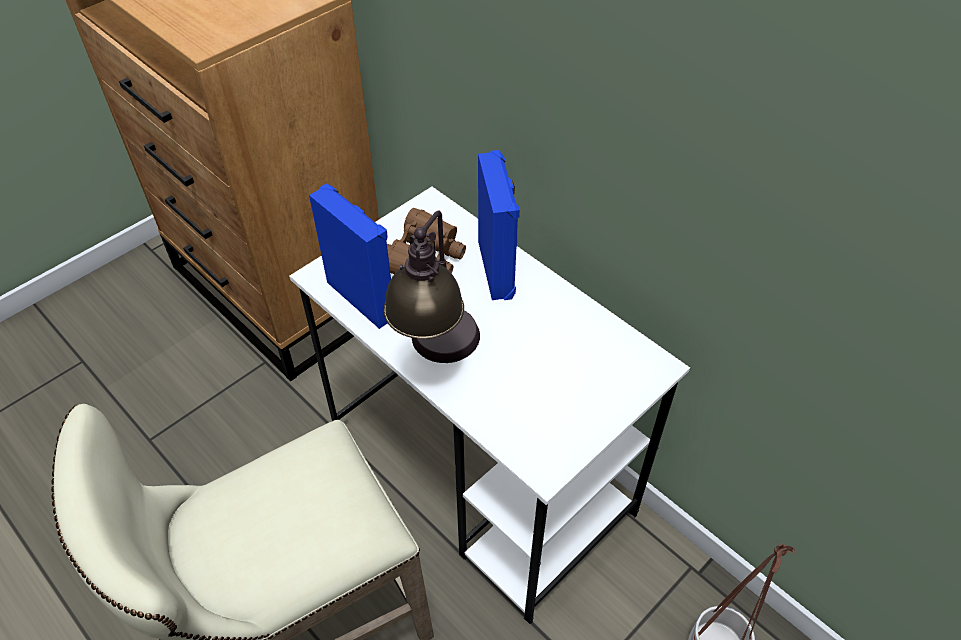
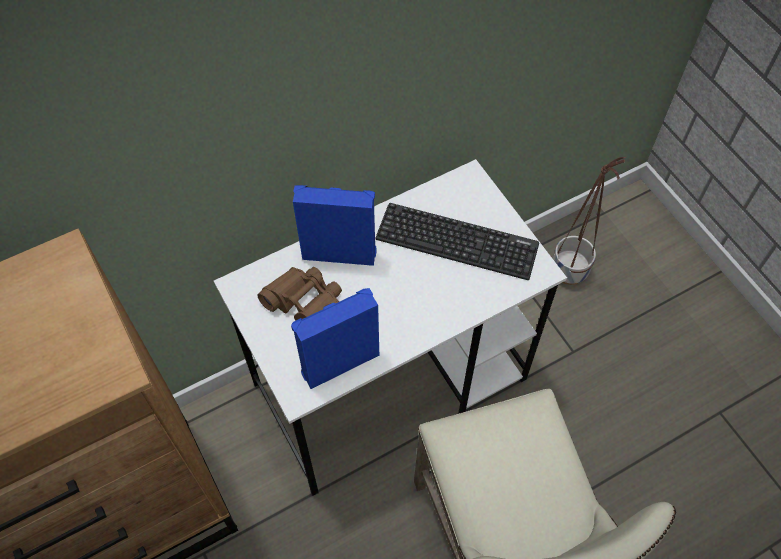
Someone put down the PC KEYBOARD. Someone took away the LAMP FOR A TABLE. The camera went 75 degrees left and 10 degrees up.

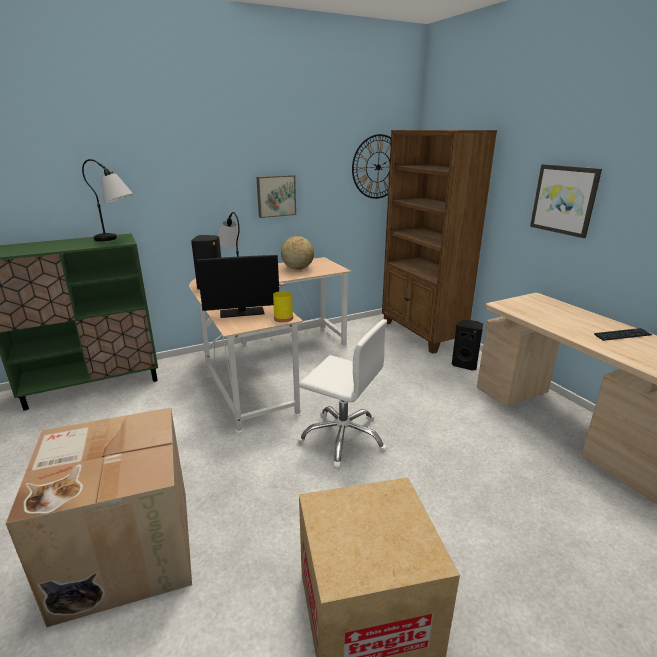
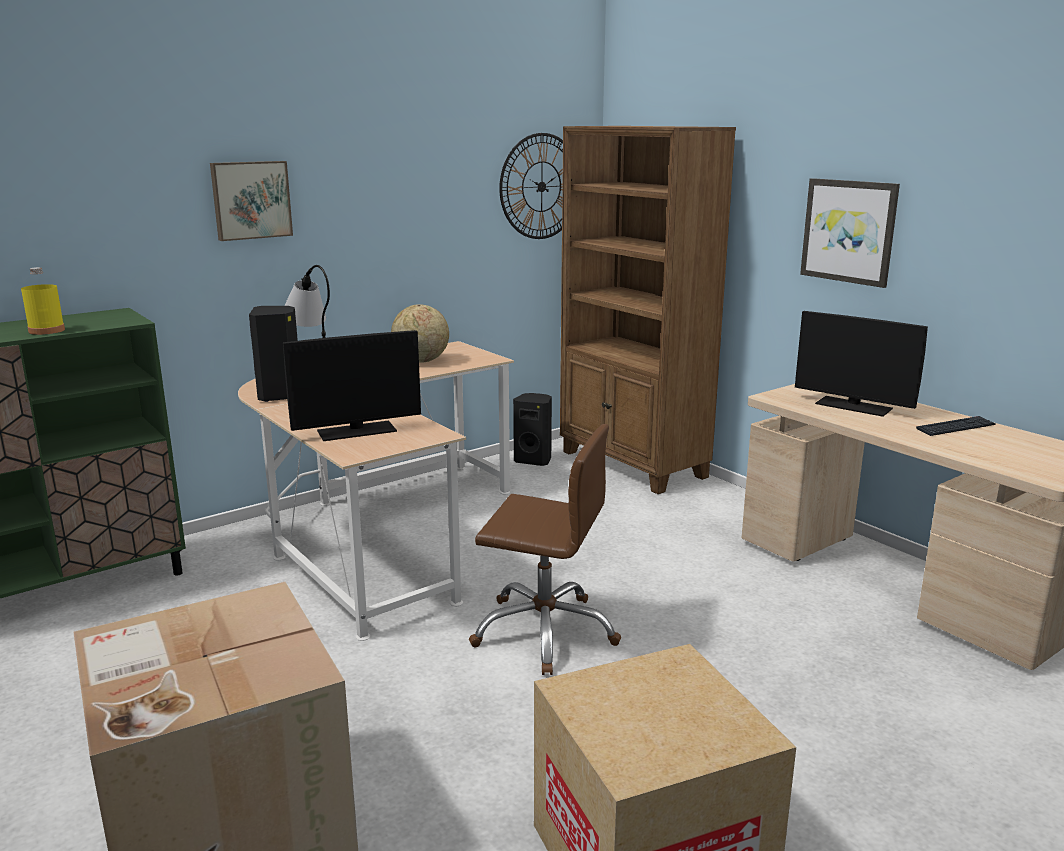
Someone carried the YELLOW-COLOURED BEVERAGE BOTTLE. Someone carried the WALL ART (no. 1 from left). Someone repainted the WHITE DESK CHAIR, which became the BROWN-COLOURED DESK CHAIR. Someone carried the BLACK-COLOURED LOUDSPEAKER (no. 2 from left). Someone put down the COMPUTER SCREEN (no. 2 from left). Someone took away the LAMP FOR A TABLE (no. 1 from left). The camera went 10 degrees left and 5 degrees down.

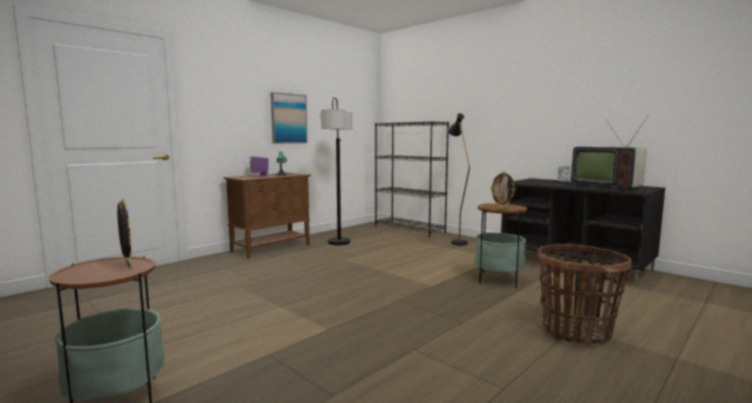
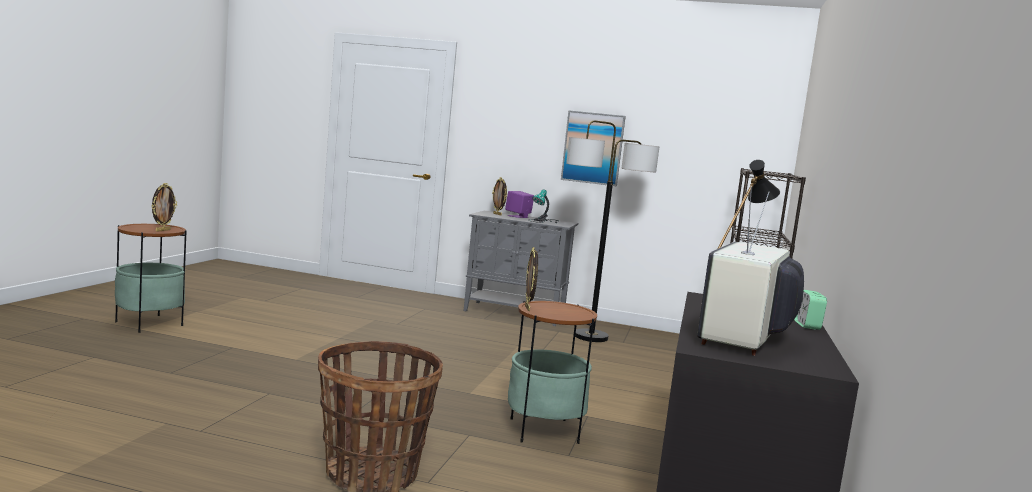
Someone repainted the BROWN-COLOURED CUPBOARD, which became the GREYISH CUPBOARD. Someone put down the PHOTO FRAME (no. 2 from left). The camera went 60 degrees right and 0 degrees up.

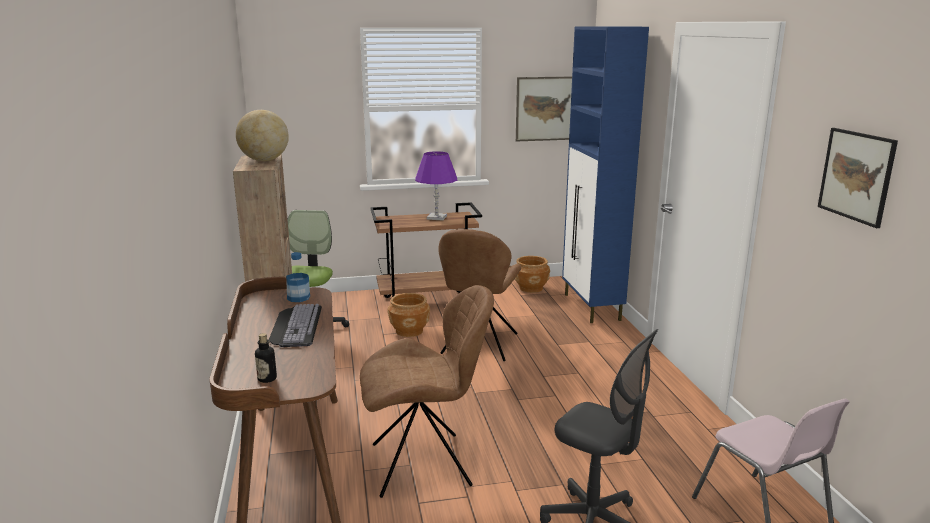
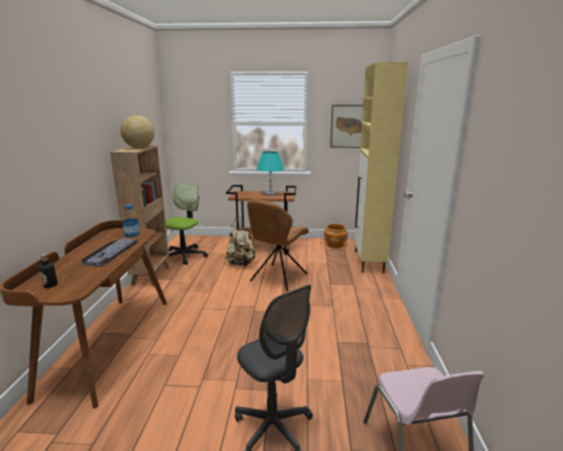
Someone swapped the BROWN-COLOURED PLANT POT (no. 1 from left) for the SAND-COLOURED BACKPACK. Someone repainted the PURPLE-COLOURED LAMP FOR A TABLE, which became the TURQUOISE LAMP FOR A TABLE. Someone repainted the BLUISH CUPBOARD, which became the SAND-COLOURED CUPBOARD. Someone took away the BROWN-COLOURED PLAIN CHAIR (no. 1 from left). Someone took away the WALL ART (no. 2 from left). The camera went 15 degrees right and 0 degrees up.

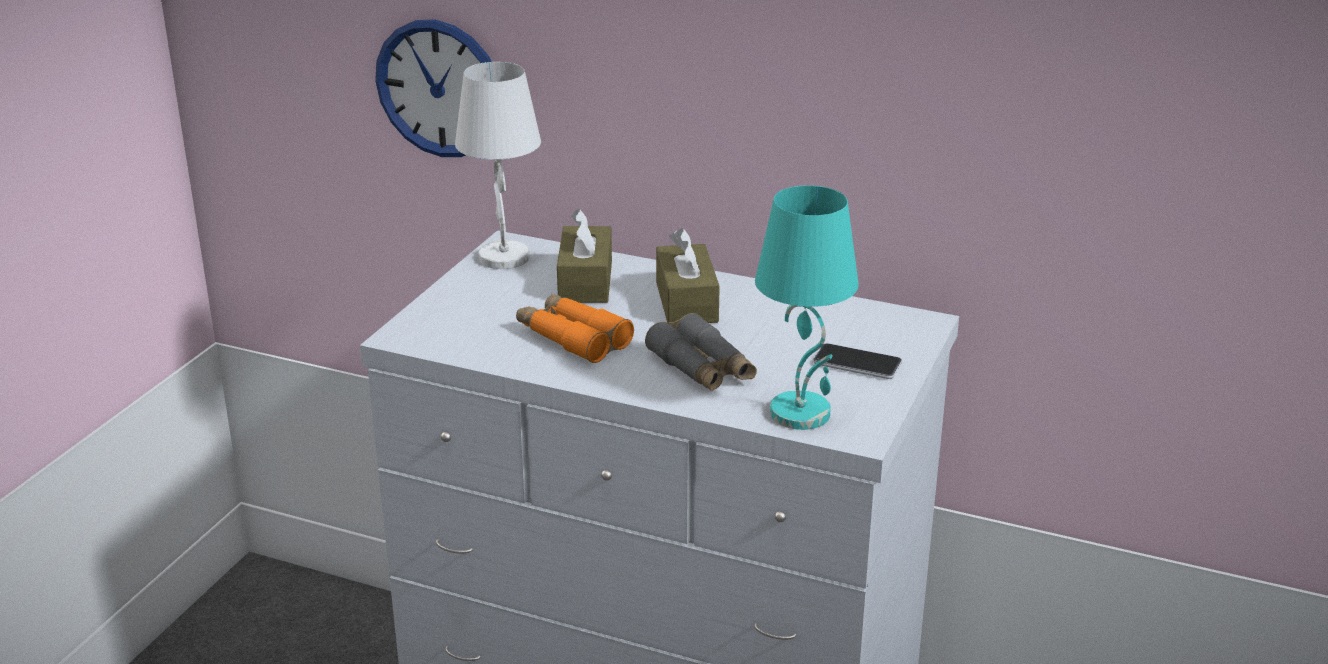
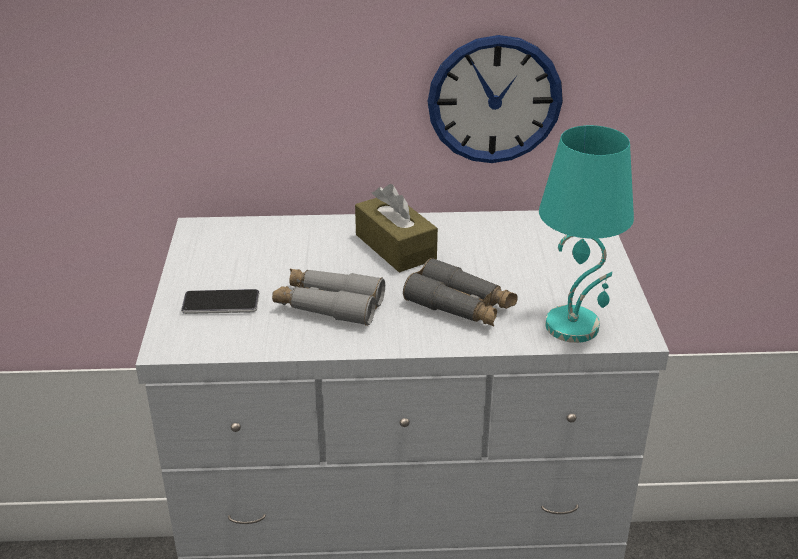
Someone carried the PHONE. Someone repainted the ORANGE-COLOURED BINOCULARS, which became the GREYISH BINOCULARS (no. 1 from left). Someone carried the WALL CLOCK. Someone took away the WHITE LAMP FOR A TABLE. Someone took away the BROWN-COLOURED TISSUE BOX (no. 1 from left). The camera went 25 degrees left and 5 degrees up.

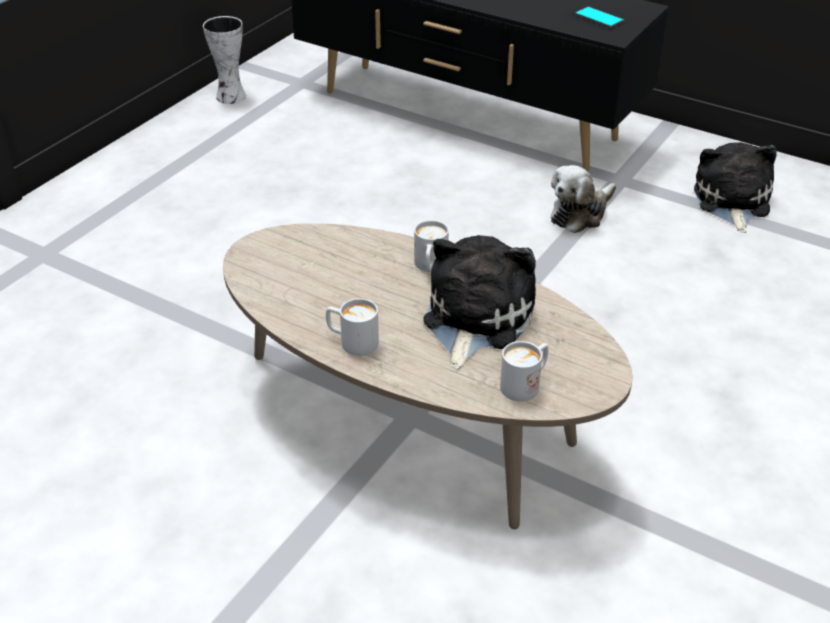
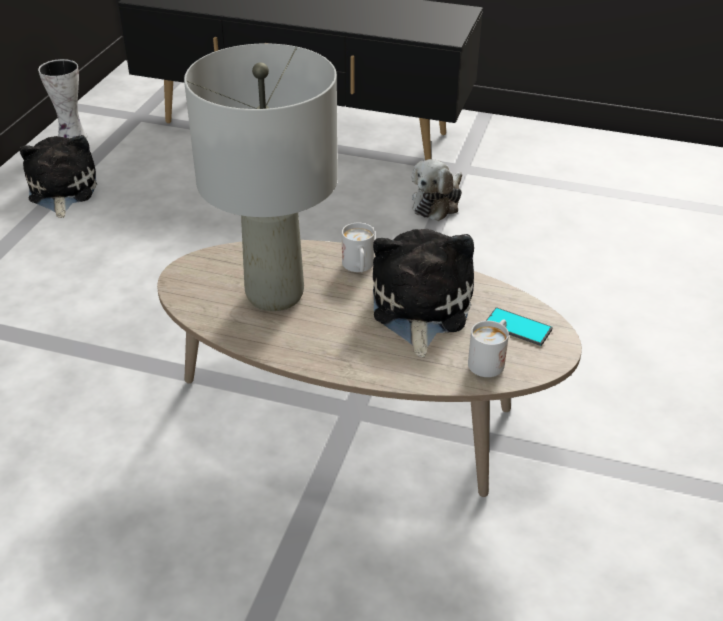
Someone carried the CUDDLY TOY (no. 3 from left in the first image). Someone put down the GREYISH LAMP FOR A TABLE. Someone carried the PHONE. Someone took away the WHITE MUG (no. 1 from left). The camera went 15 degrees left and 0 degrees up.

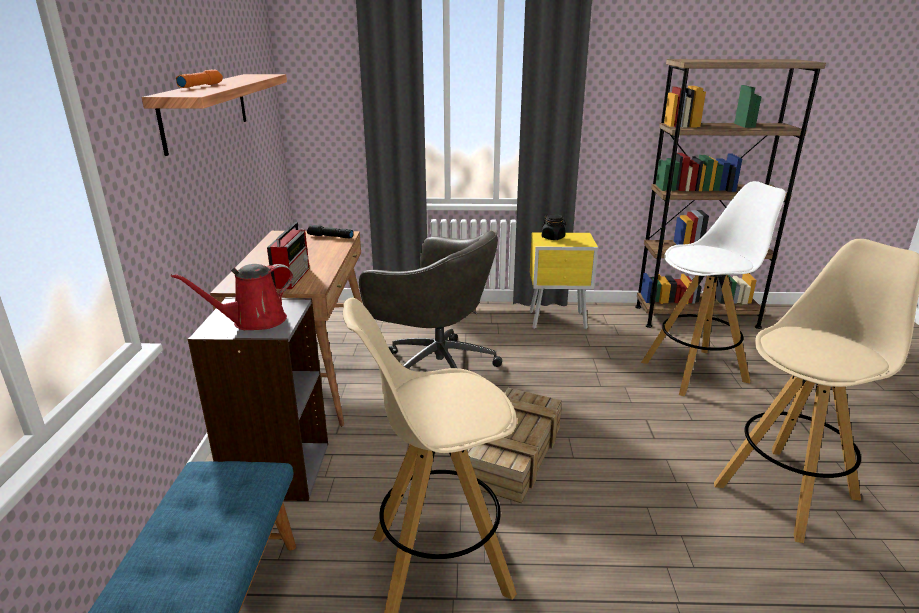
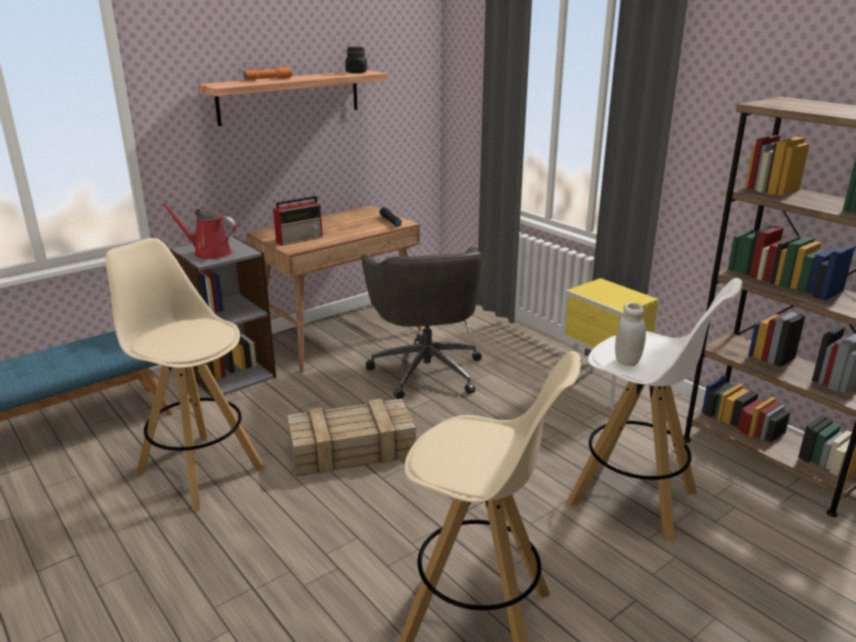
Someone carried the BLACK-COLOURED STORAGE JAR. Someone put down the WHITE STORAGE JAR. The camera went 50 degrees right and 0 degrees up.

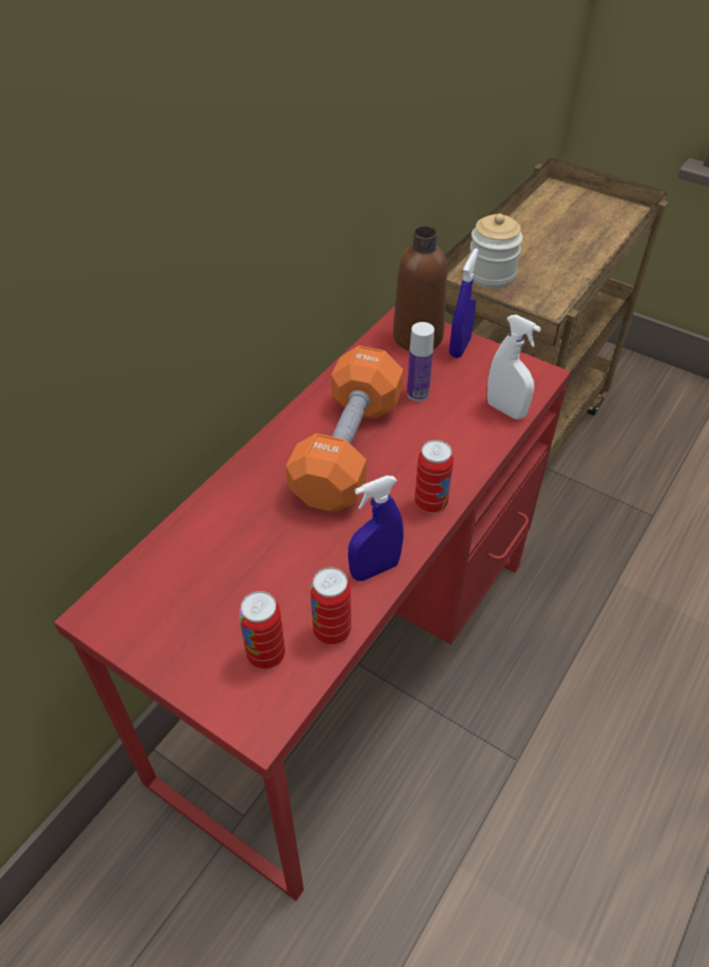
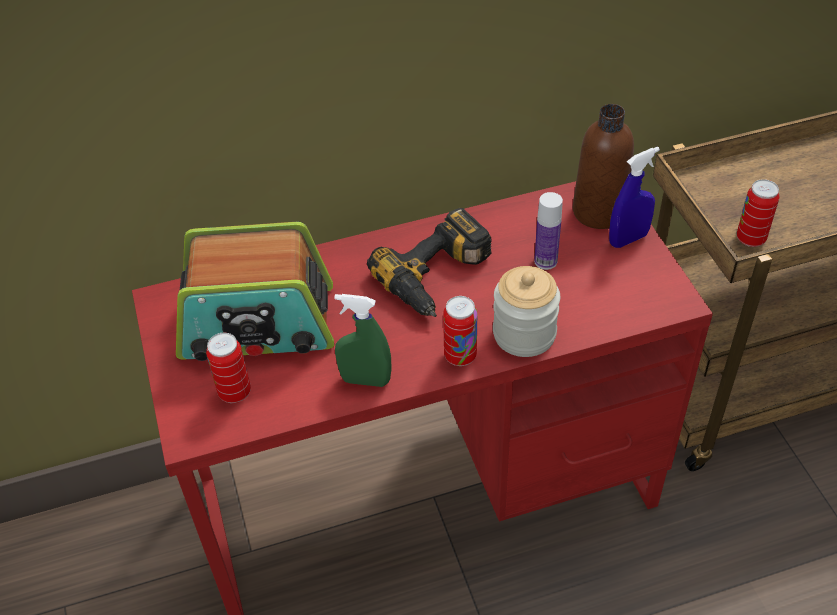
Someone put down the RADIO SET. Someone repainted the BLUISH SPRAY BOTTLE (no. 1 from left), which became the GREEN-COLOURED SPRAY BOTTLE. Someone swapped the ORANGE-COLOURED HAND WEIGHT for the ELECTRIC DRILL. Someone carried the STORAGE JAR. Someone carried the METAL CAN (no. 2 from left in the first image). Someone took away the WHITE SPRAY BOTTLE. The camera went 40 degrees right and 0 degrees up.

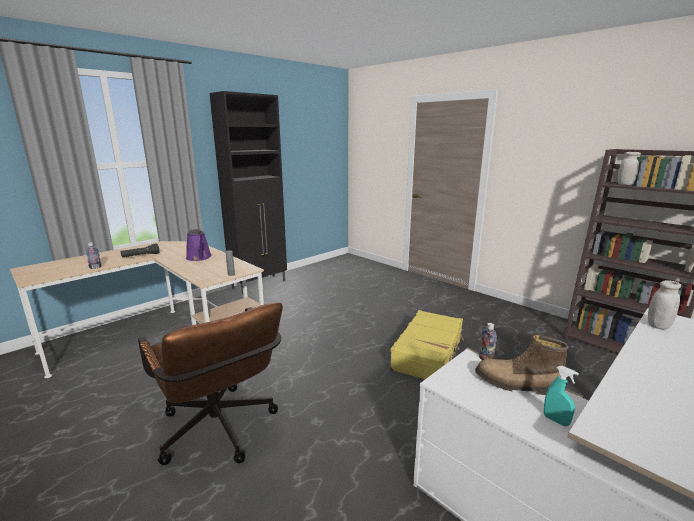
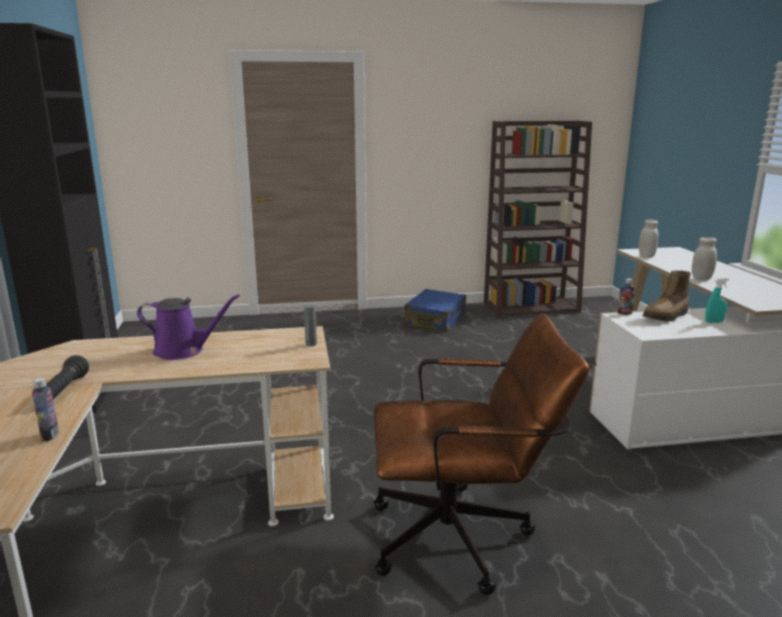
Someone put down the BLUISH TRAVEL CASE. Someone carried the WHITE STORAGE JAR (no. 1 from left in the first image). Someone took away the YELLOW-COLOURED TRAVEL CASE. The camera went 55 degrees left and 0 degrees up.

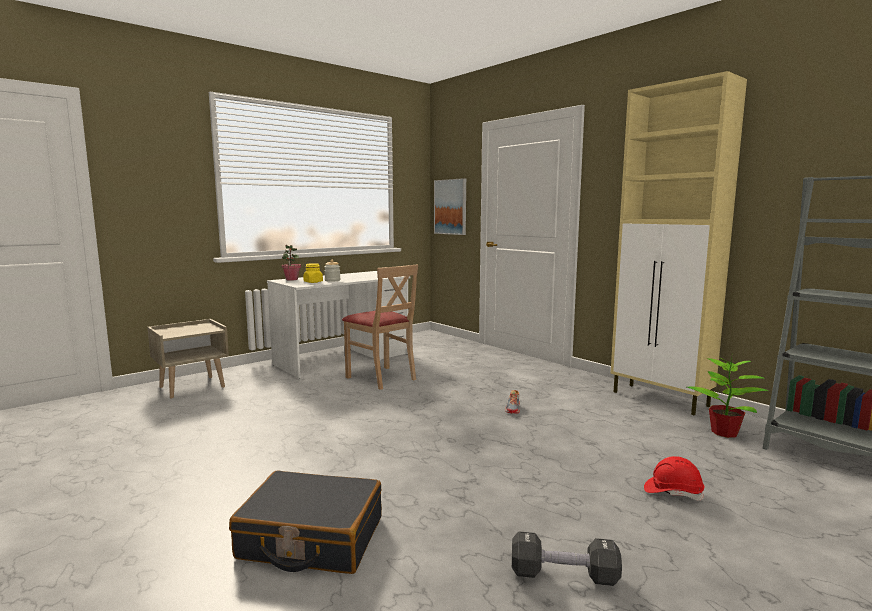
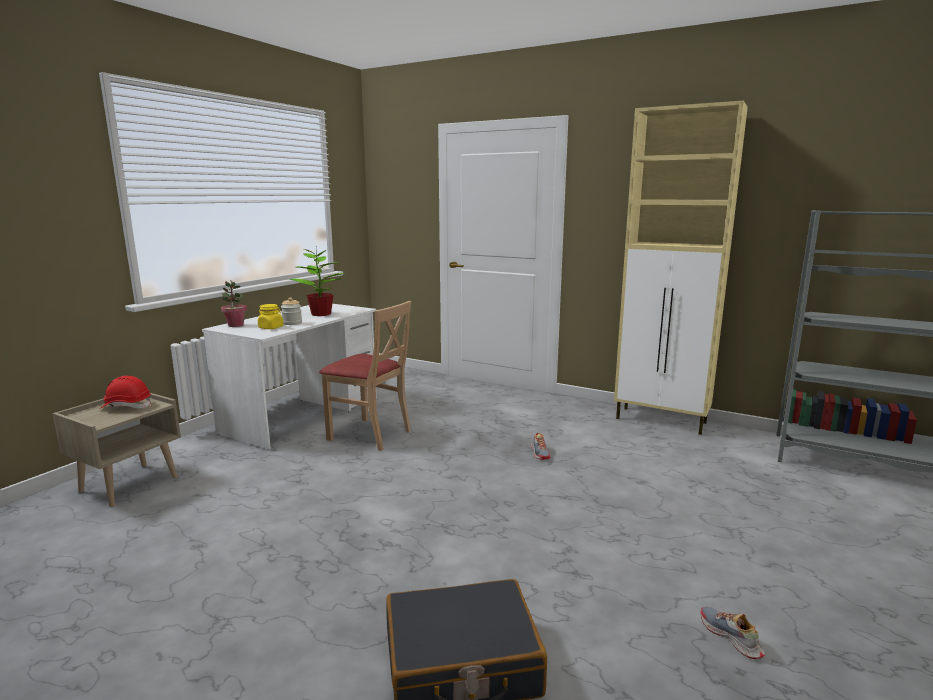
Someone carried the RED-COLOURED WORK HELMET. Someone carried the PLANT IN A POT (no. 2 from left). Someone swapped the BLACK-COLOURED HAND WEIGHT for the LOW SHOE (no. 2 from left). Someone took away the WALL ART. The camera went 20 degrees left and 5 degrees up.

